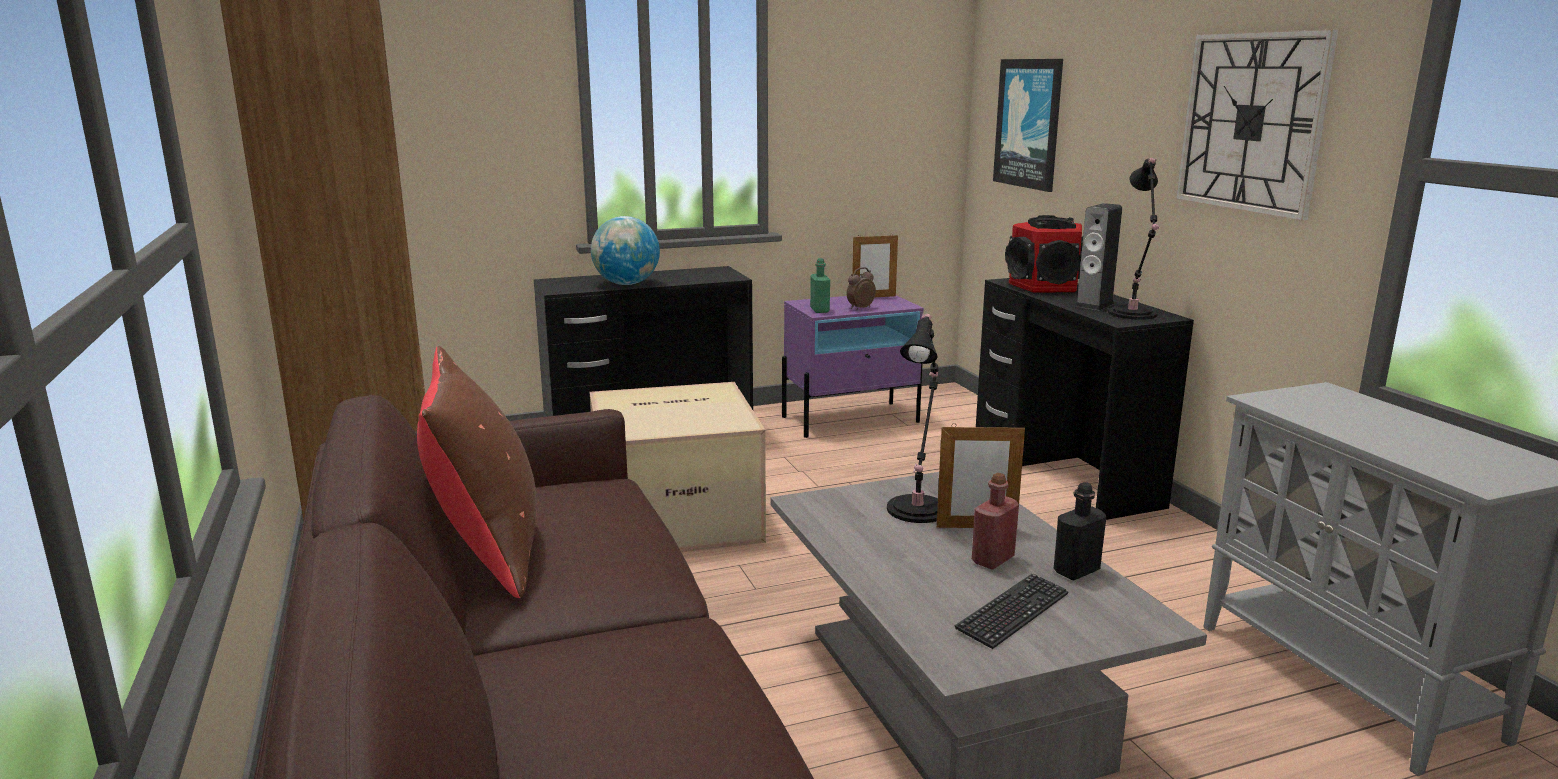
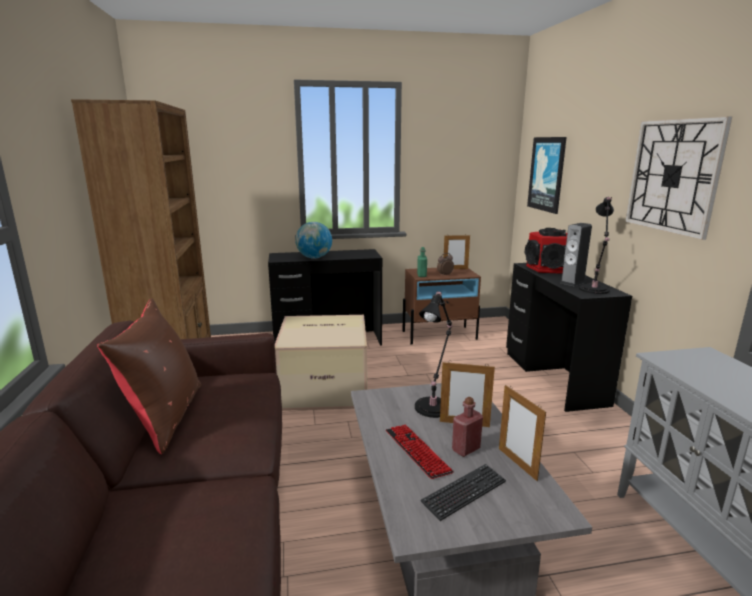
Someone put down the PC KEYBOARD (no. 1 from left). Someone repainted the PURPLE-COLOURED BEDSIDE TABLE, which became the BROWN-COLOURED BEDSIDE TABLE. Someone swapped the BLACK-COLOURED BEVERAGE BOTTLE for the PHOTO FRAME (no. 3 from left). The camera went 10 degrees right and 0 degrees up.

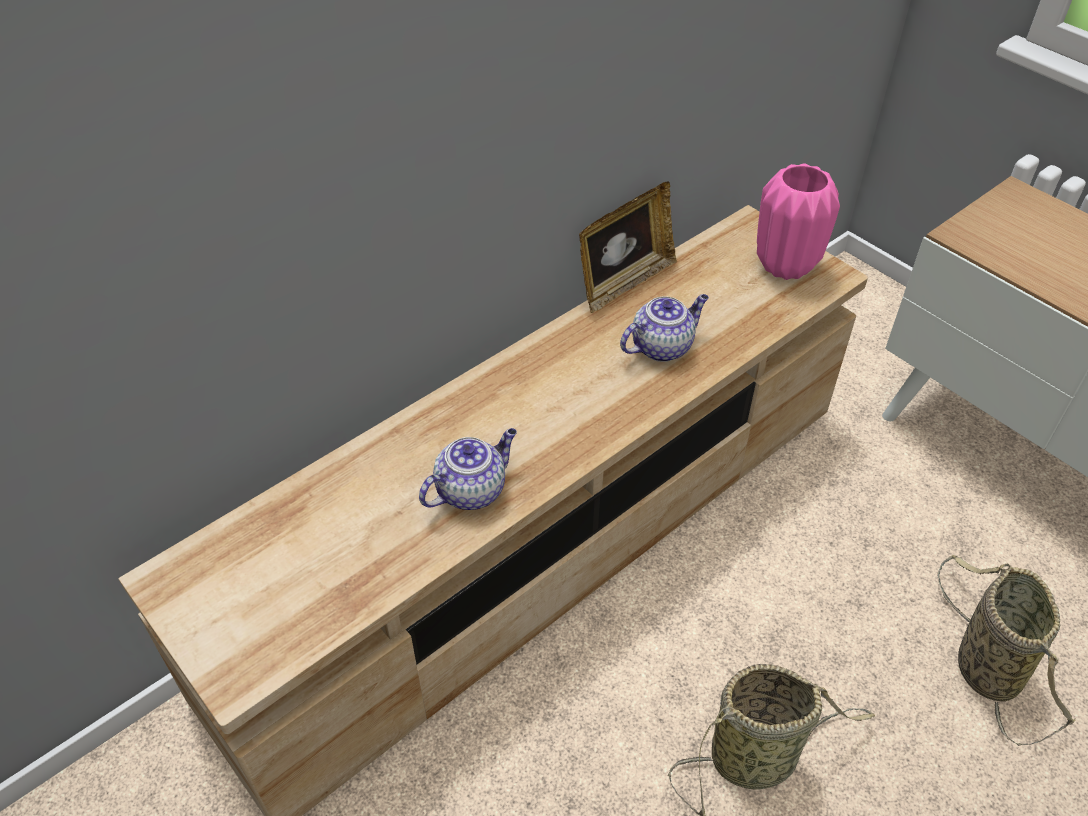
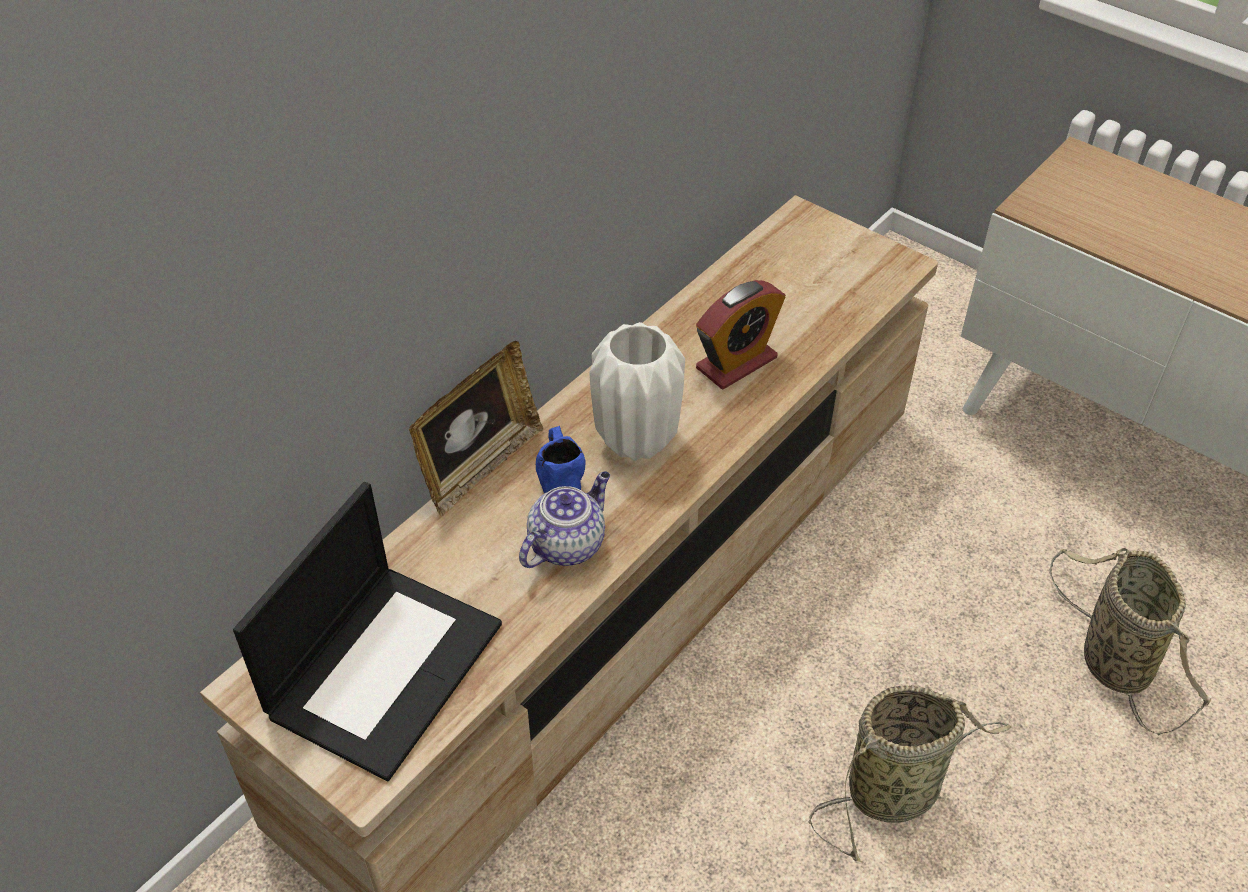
Someone put down the LAPTOP. Someone carried the PHOTO FRAME. Someone put down the BLUISH MUG. Someone put down the WHITE VASE. Someone swapped the POT FOR TEA (no. 2 from left) for the TABLE CLOCK. Someone took away the PINK VASE. The camera went 10 degrees left and 0 degrees up.

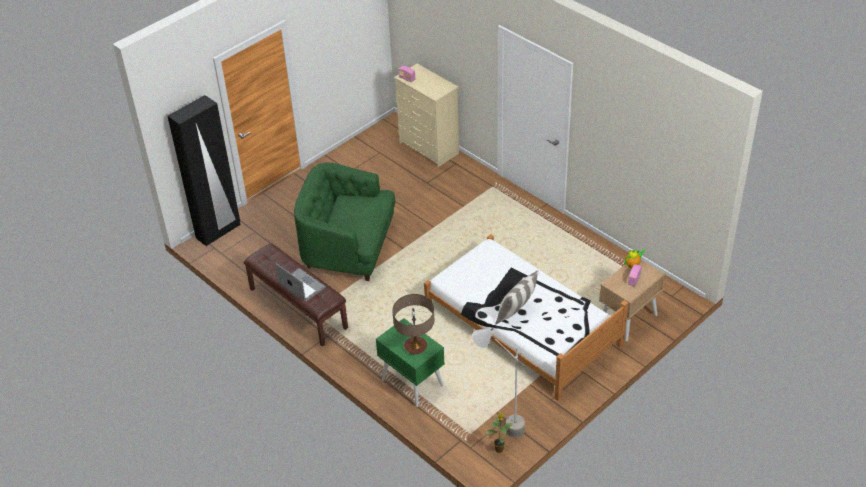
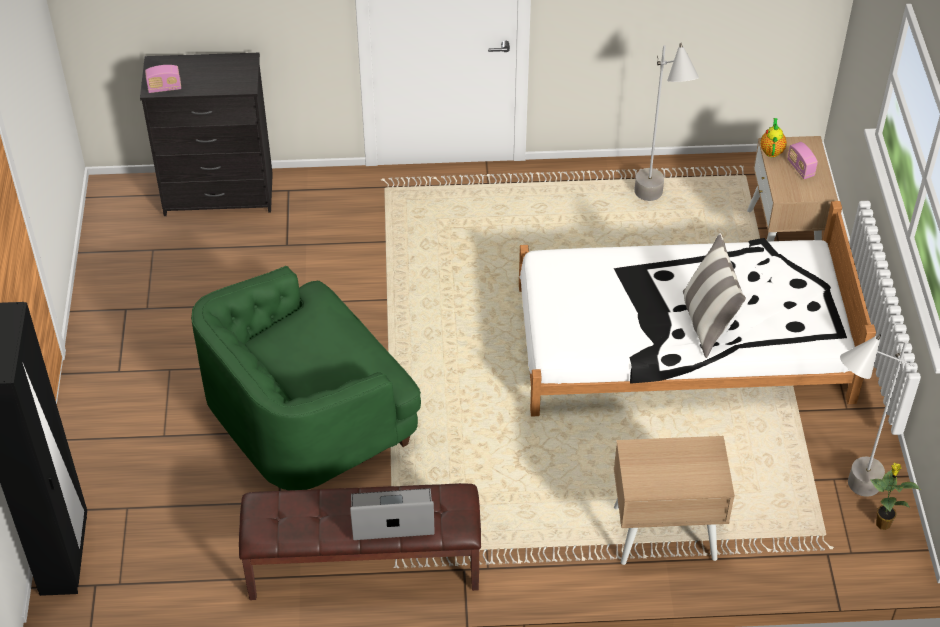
Someone repainted the SAND-COLOURED DRAWER CHEST, which became the BLACK-COLOURED DRAWER CHEST. Someone repainted the GREEN-COLOURED BEDSIDE TABLE, which became the SAND-COLOURED BEDSIDE TABLE (no. 1 from left). Someone put down the GREYISH FLOOR LAMP (no. 1 from left). Someone took away the LAMP FOR A TABLE. The camera went 50 degrees left and 5 degrees up.

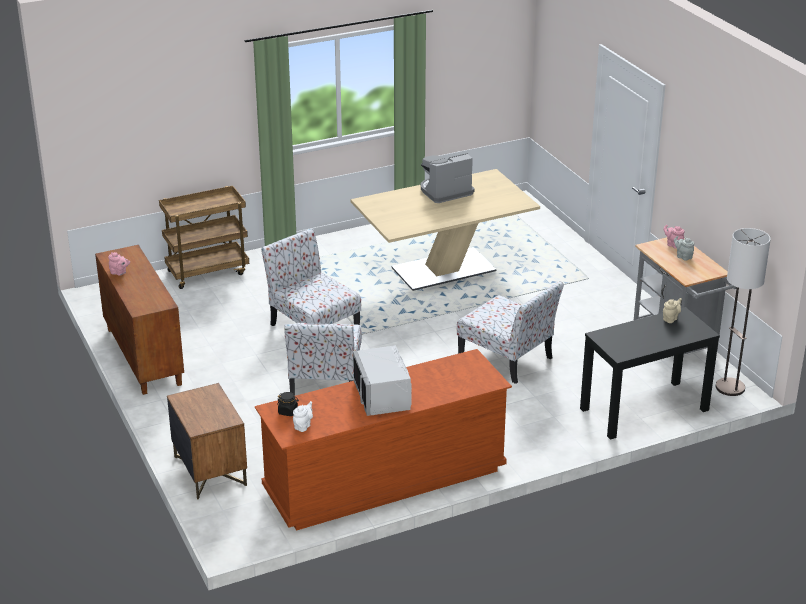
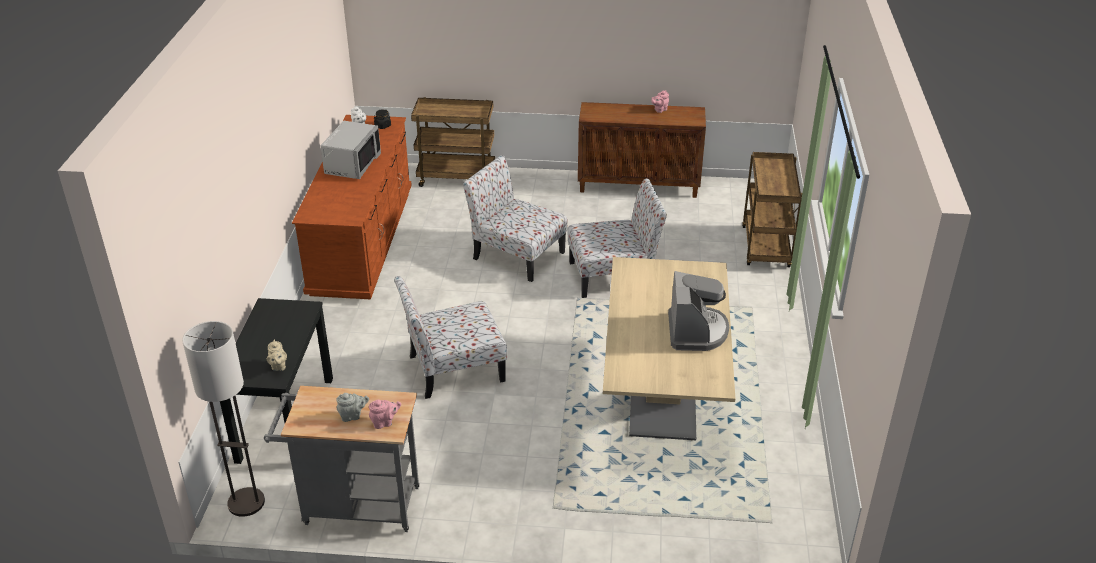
Someone rotated the GREYISH MICROWAVE OVEN by 90 degrees clockwise. Someone swapped the BROWN-COLOURED BEDSIDE TABLE for the BROWN-COLOURED WHEELED CART (no. 1 from left). The camera went 120 degrees right and 5 degrees up.

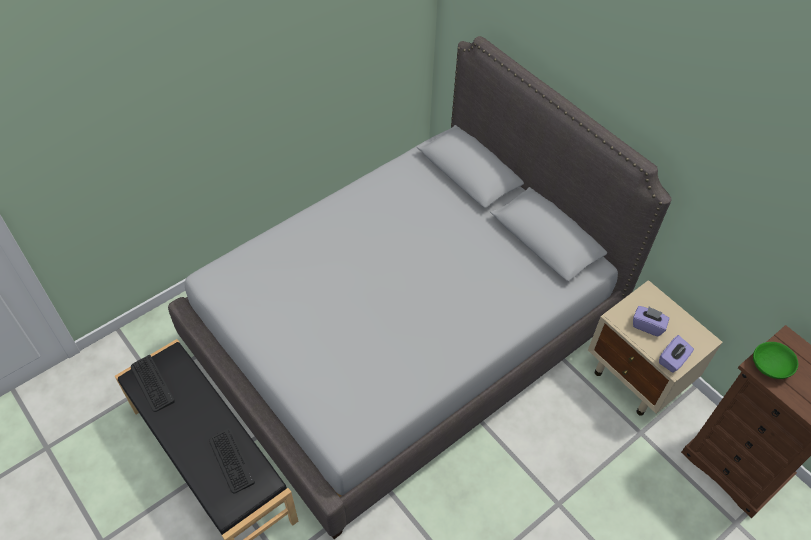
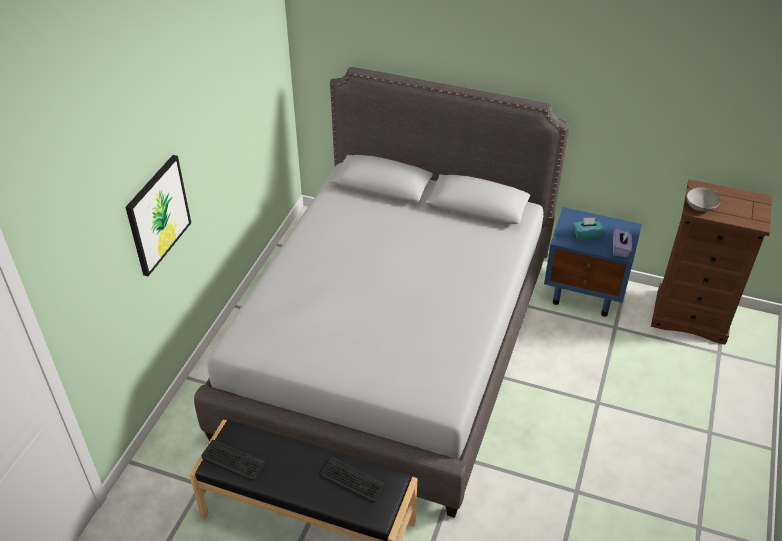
Someone put up the WALL ART. Someone repainted the SAND-COLOURED BEDSIDE TABLE, which became the BLUISH BEDSIDE TABLE. Someone repainted the PURPLE-COLOURED TISSUE BOX (no. 1 from left), which became the TURQUOISE TISSUE BOX. Someone repainted the GREEN-COLOURED BOWL, which became the GREYISH BOWL. The camera went 30 degrees left and 10 degrees down.

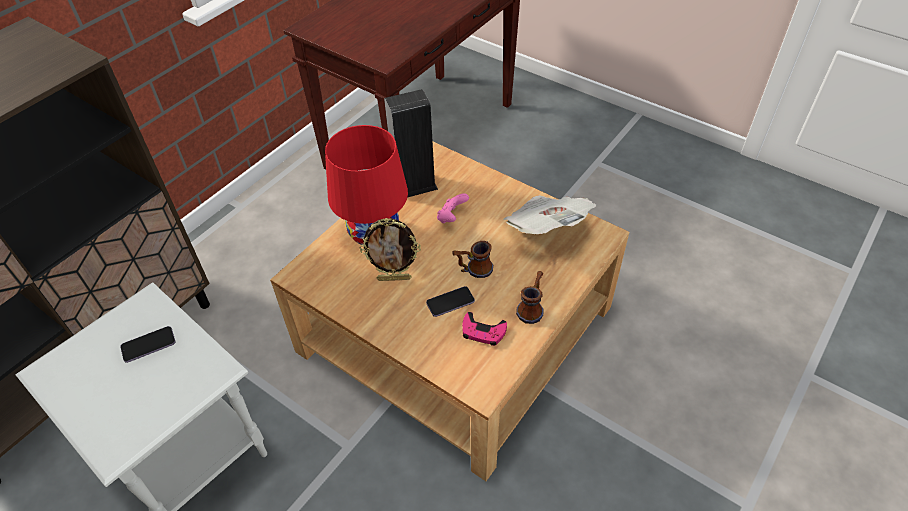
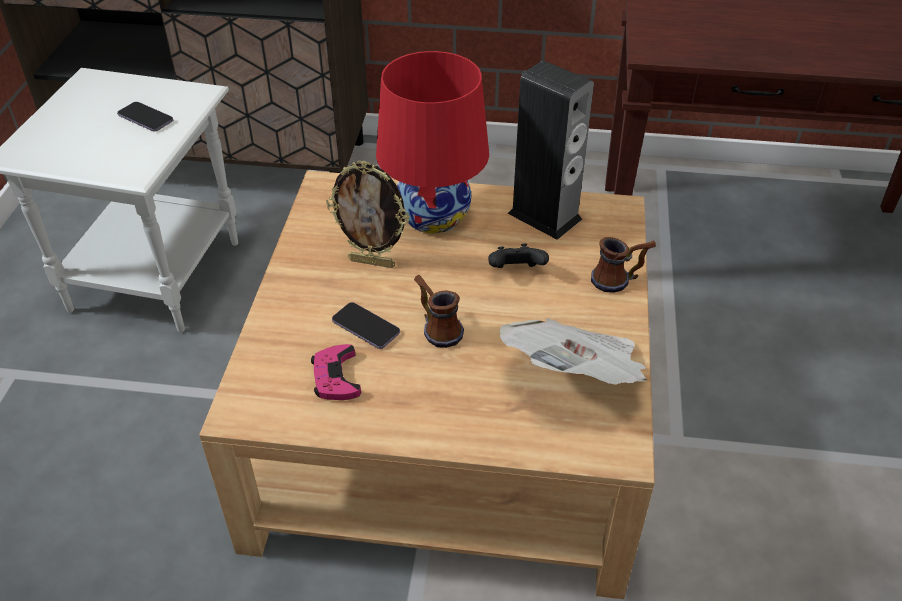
Someone rotated the PHOTO FRAME by 45 degrees counterclockwise. Someone repainted the PINK JOYPAD (no. 1 from left), which became the BLACK-COLOURED JOYPAD. Someone carried the MUG (no. 2 from left). The camera went 60 degrees right and 5 degrees down.

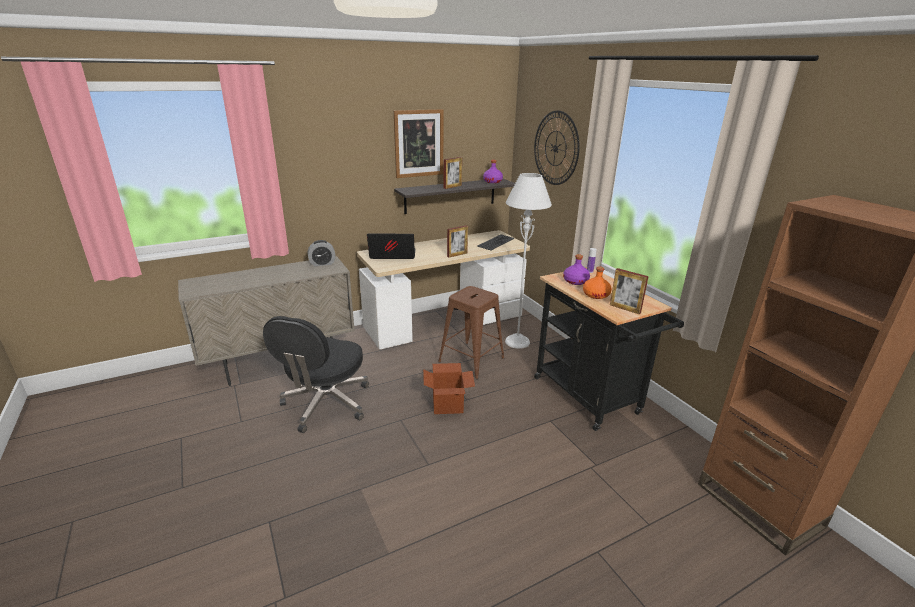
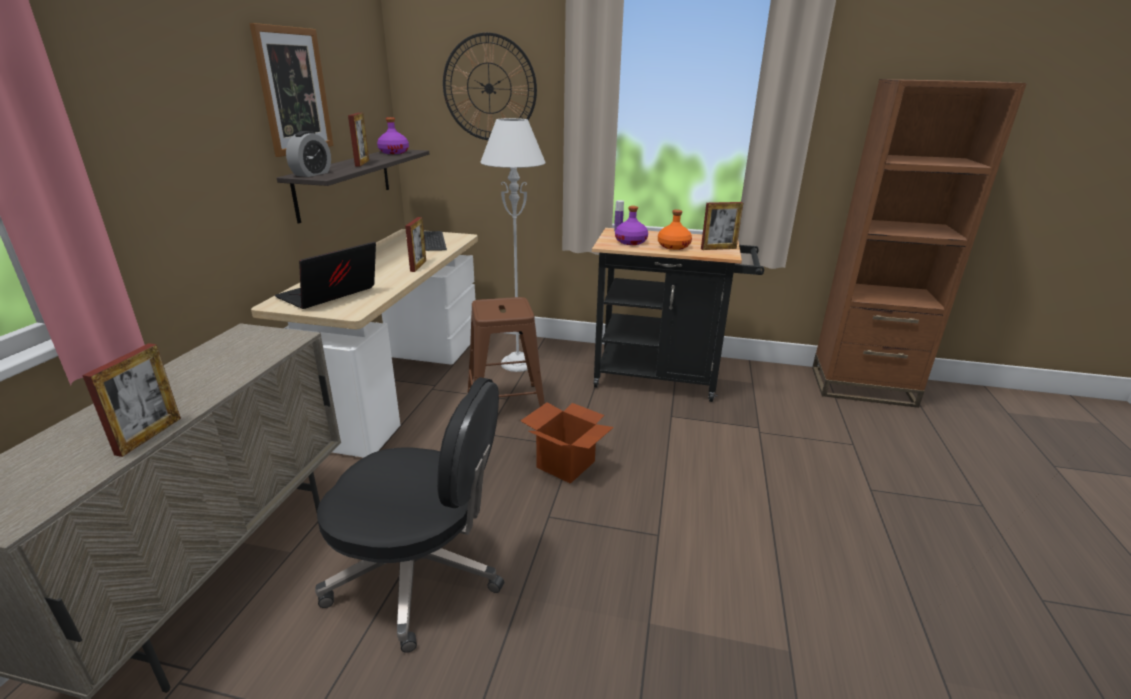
Someone put down the PHOTO FRAME (no. 1 from left). Someone carried the TABLE CLOCK. Someone rotated the BLACK-COLOURED DESK CHAIR by 45 degrees counterclockwise. The camera went 50 degrees left and 0 degrees up.

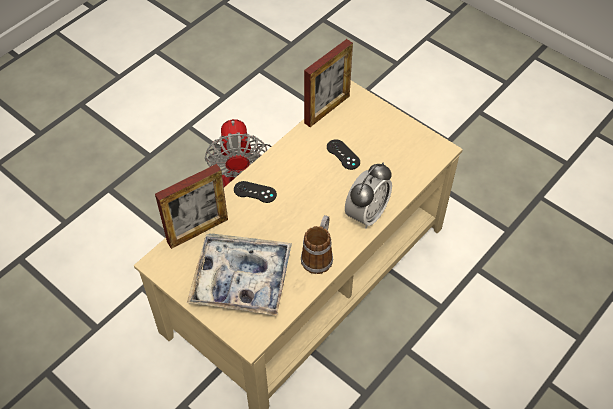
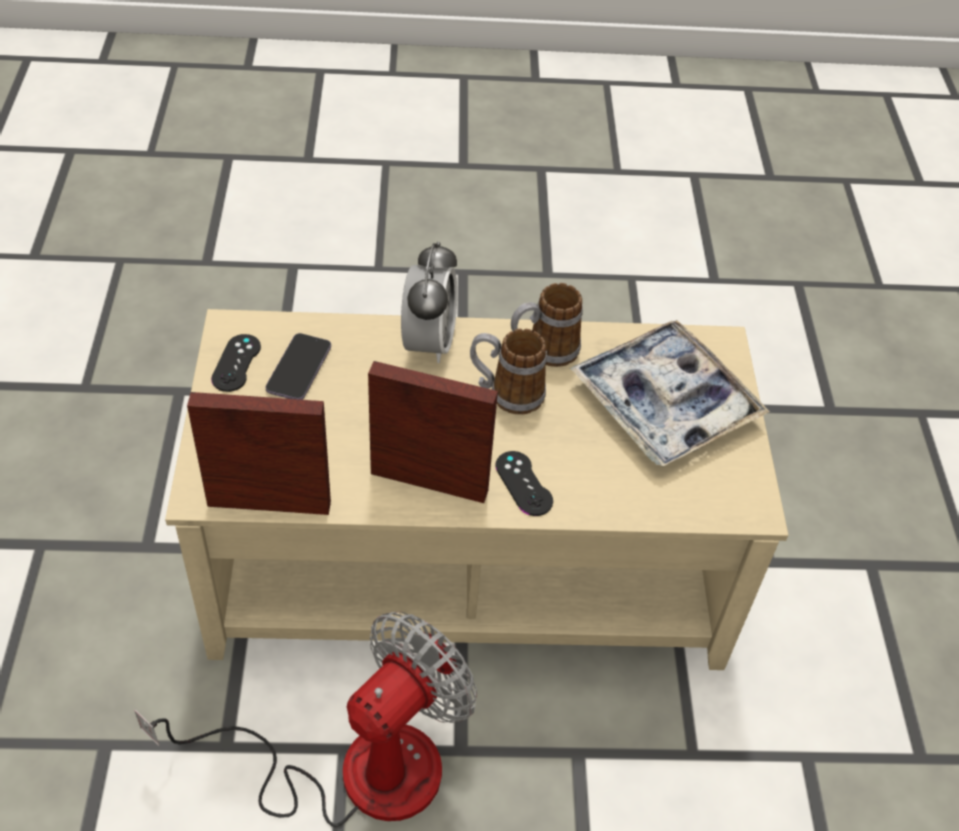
Someone carried the BLACK-COLOURED JOYPAD (no. 2 from left in the first image). Someone put down the PHONE. Someone carried the PHOTO FRAME (no. 1 from left in the first image). Someone rotated the TABLE CLOCK by 105 degrees clockwise. Someone put down the MUG (no. 1 from left). The camera went 135 degrees left and 5 degrees down.

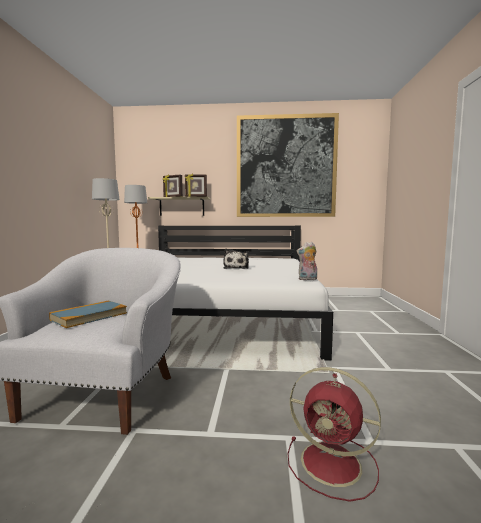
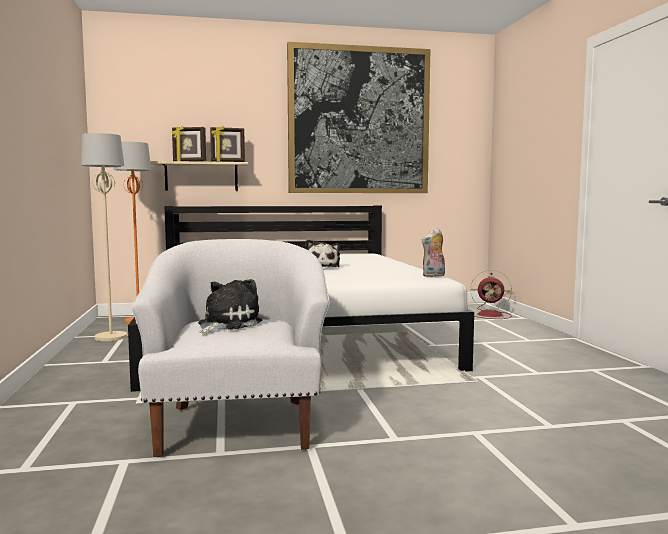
Someone swapped the BOOK for the CUDDLY TOY (no. 1 from left). Someone carried the RED-COLOURED FAN. The camera went 15 degrees left and 0 degrees up.

